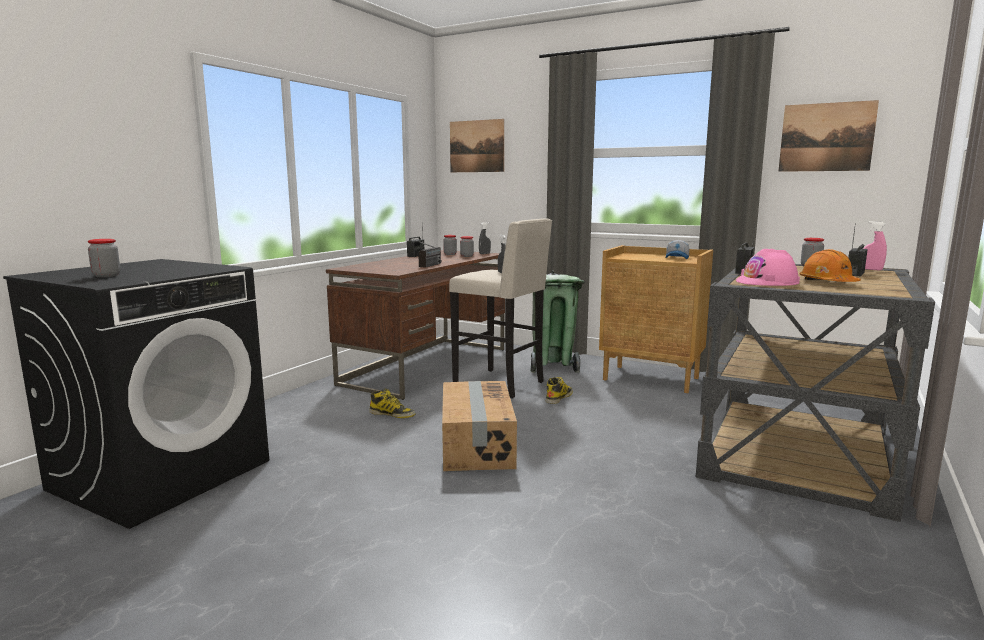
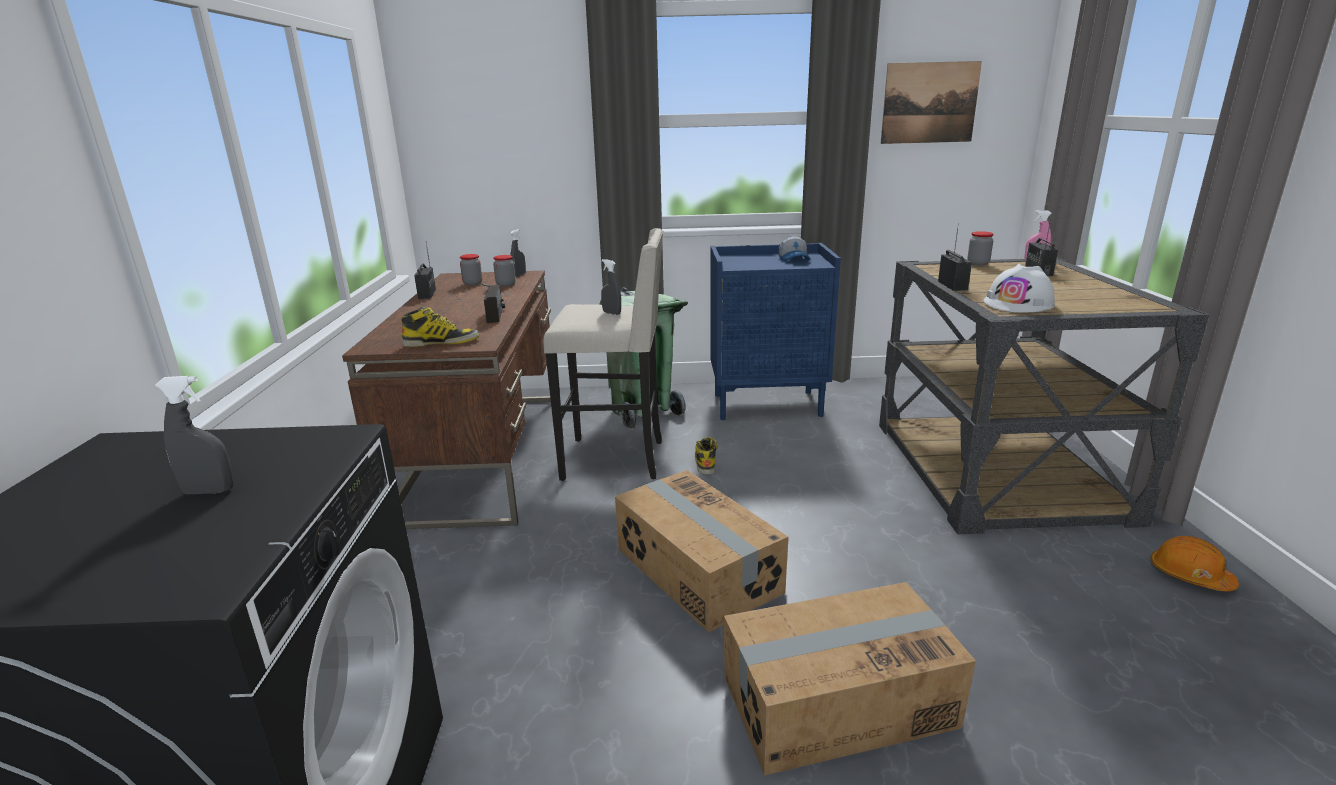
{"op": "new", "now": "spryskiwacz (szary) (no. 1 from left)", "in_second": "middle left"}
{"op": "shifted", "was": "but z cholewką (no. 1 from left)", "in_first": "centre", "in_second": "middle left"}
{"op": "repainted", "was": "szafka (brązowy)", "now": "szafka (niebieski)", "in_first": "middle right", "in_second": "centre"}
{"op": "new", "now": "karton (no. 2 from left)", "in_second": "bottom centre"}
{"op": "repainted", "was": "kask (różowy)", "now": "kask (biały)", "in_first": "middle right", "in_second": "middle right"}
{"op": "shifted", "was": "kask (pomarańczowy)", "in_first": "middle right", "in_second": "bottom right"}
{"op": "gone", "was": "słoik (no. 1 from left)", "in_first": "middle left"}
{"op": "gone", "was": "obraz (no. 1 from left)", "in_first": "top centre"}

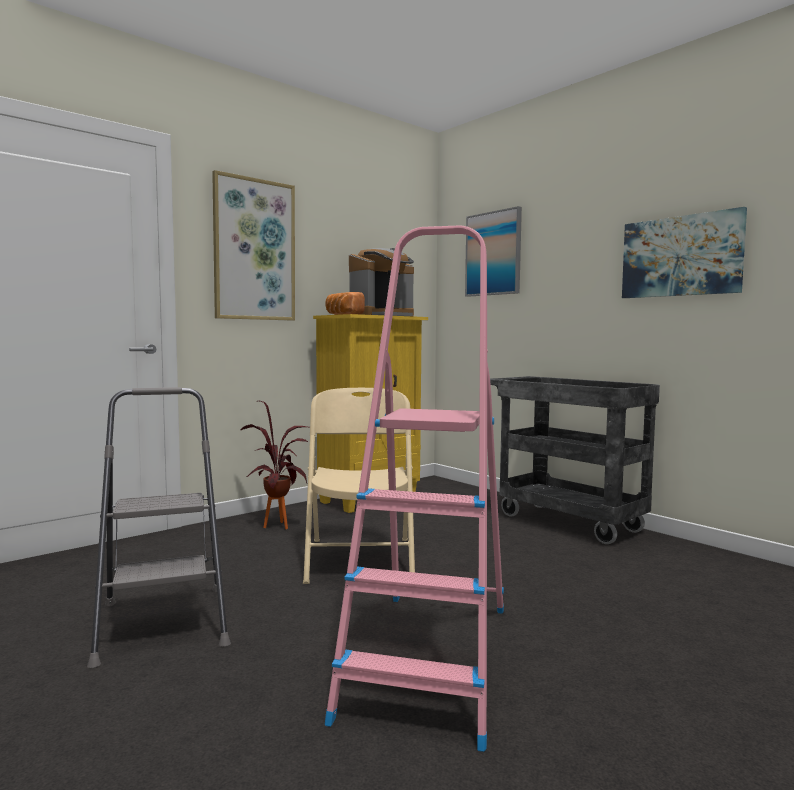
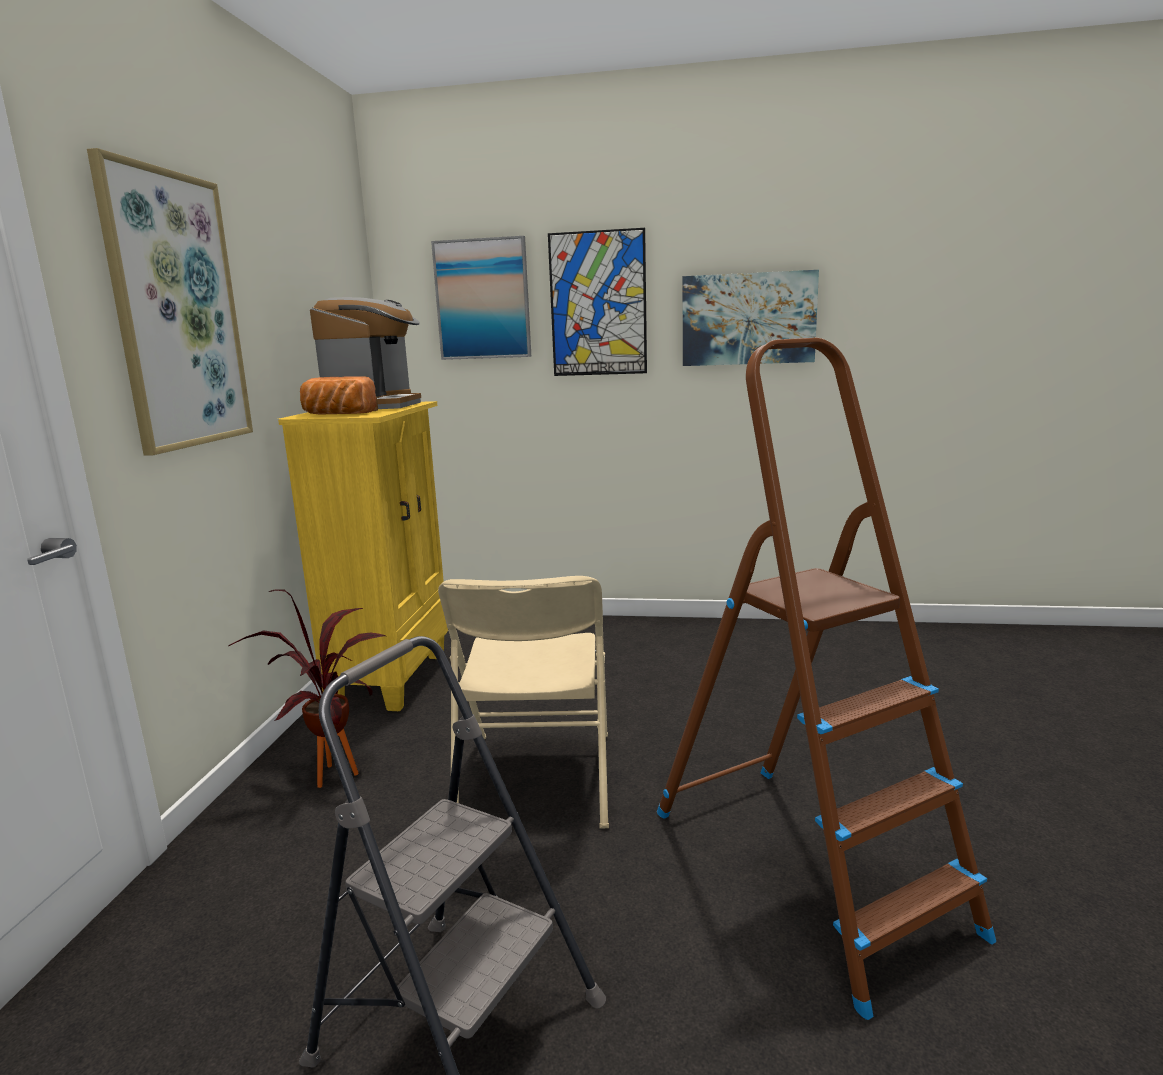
{"op": "rotated", "was": "krzesło (beżowy)", "in_first": "centre", "in_second": "centre", "clockwise": -135}
{"op": "new", "now": "obraz (no. 3 from left)", "in_second": "top centre"}
{"op": "repainted", "was": "drabinka (różowy)", "now": "drabinka (brązowy)", "in_first": "centre", "in_second": "middle right"}
{"op": "gone", "was": "wózek (czarny)", "in_first": "middle right"}

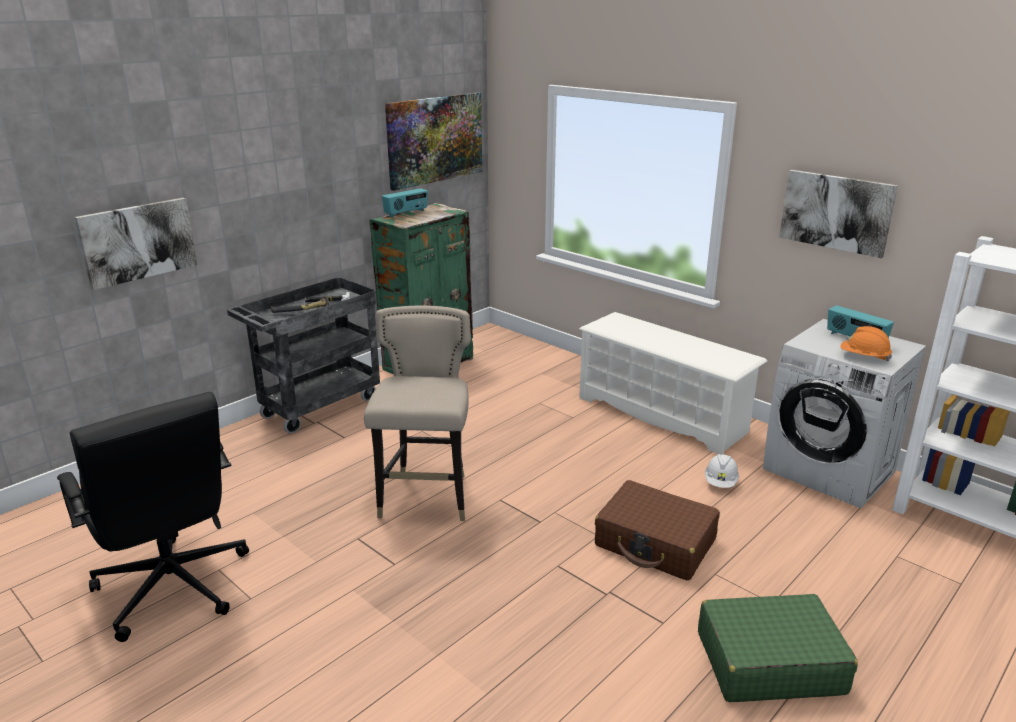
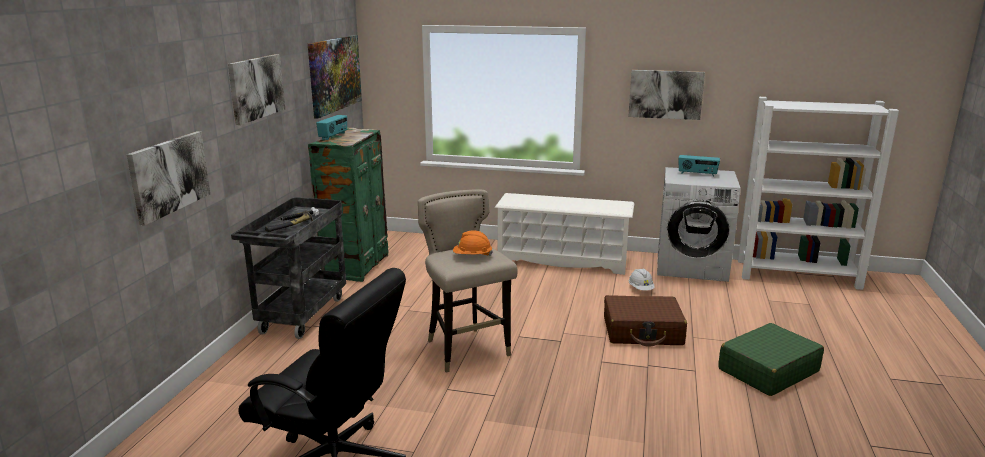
{"op": "new", "now": "obraz (no. 2 from left)", "in_second": "top left"}
{"op": "shifted", "was": "kask (pomarańczowy)", "in_first": "middle right", "in_second": "centre"}

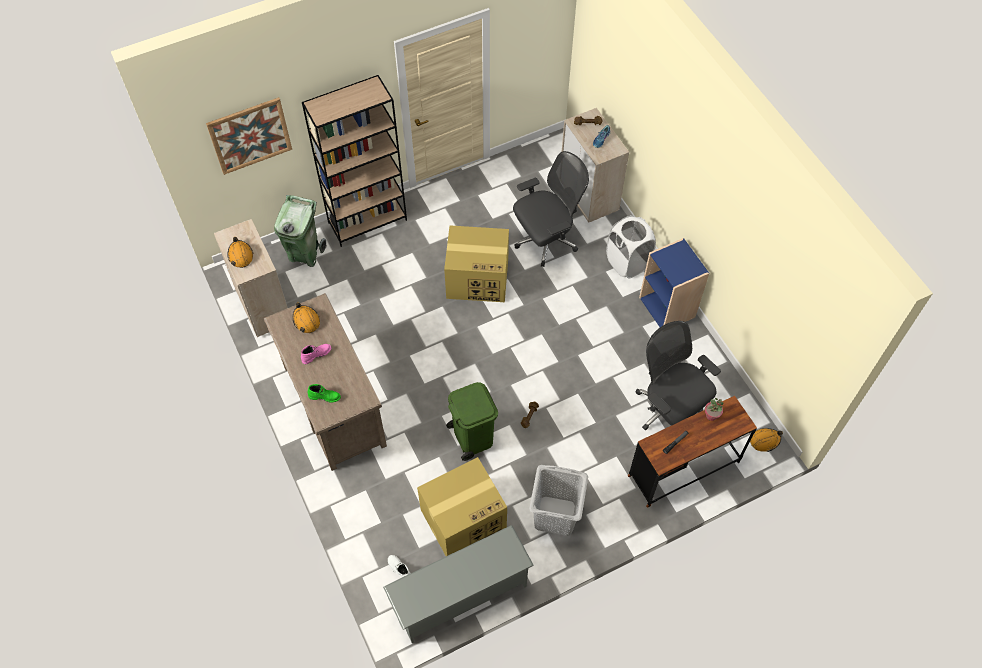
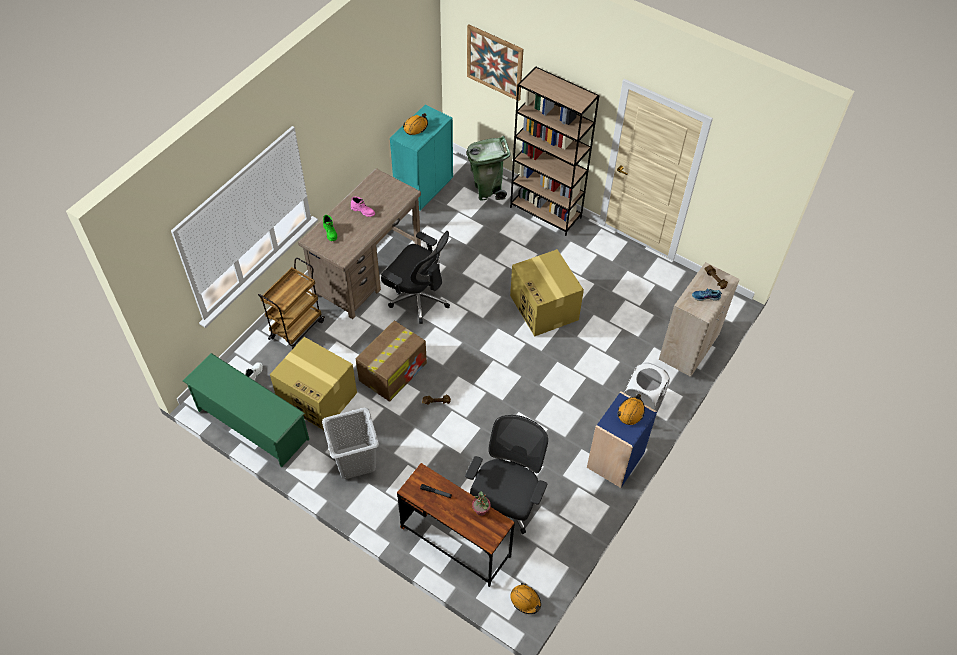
{"op": "repainted", "was": "regał na buty (szary)", "now": "regał na buty (zielony)", "in_first": "bottom centre", "in_second": "middle left"}
{"op": "new", "now": "wózek (brązowy)", "in_second": "middle left"}
{"op": "swapped", "was": "kosz na śmieci (zielony) (no. 2 from left)", "now": "karton (no. 2 from left)", "in_first": "centre", "in_second": "centre"}
{"op": "shifted", "was": "krzesło biurowe (no. 1 from left)", "in_first": "top centre", "in_second": "centre"}
{"op": "repainted", "was": "szafka (beżowy) (no. 1 from left)", "now": "szafka (turkusowy)", "in_first": "middle left", "in_second": "top centre"}
{"op": "shifted", "was": "kask (pomarańczowy) (no. 2 from left in the first image)", "now": "kask (pomarańczowy) (no. 3 from left)", "in_first": "middle left", "in_second": "centre"}

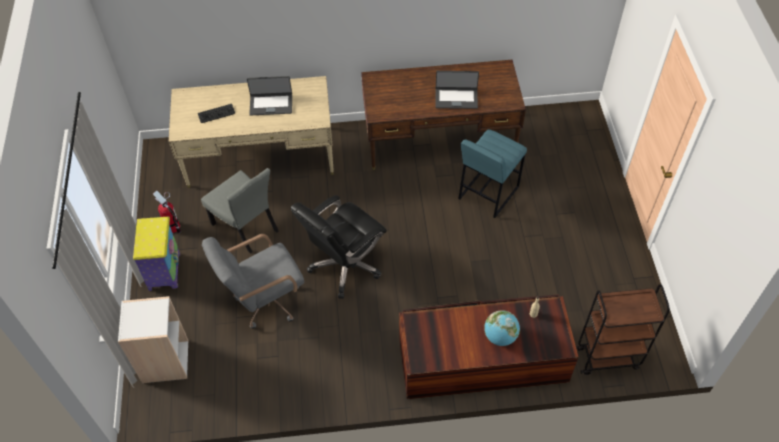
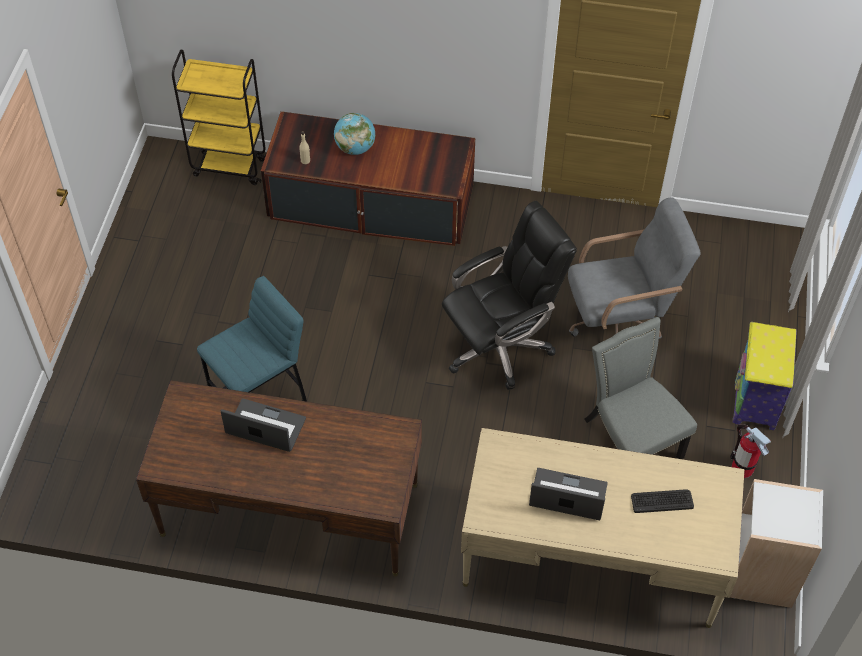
{"op": "repainted", "was": "wózek (brązowy)", "now": "wózek (żółty)", "in_first": "bottom right", "in_second": "top left"}
{"op": "shifted", "was": "regał", "in_first": "bottom left", "in_second": "bottom right"}

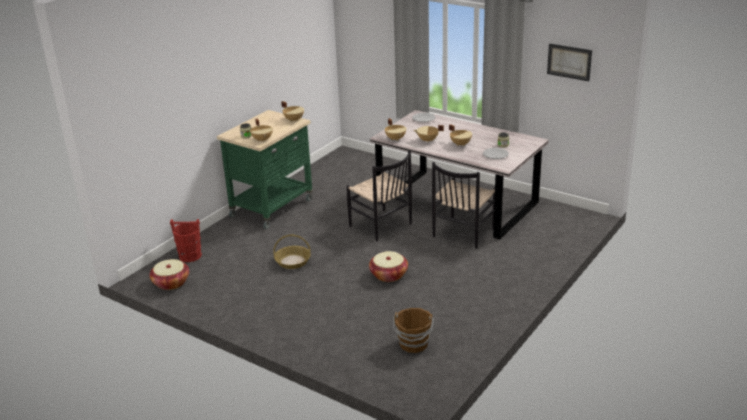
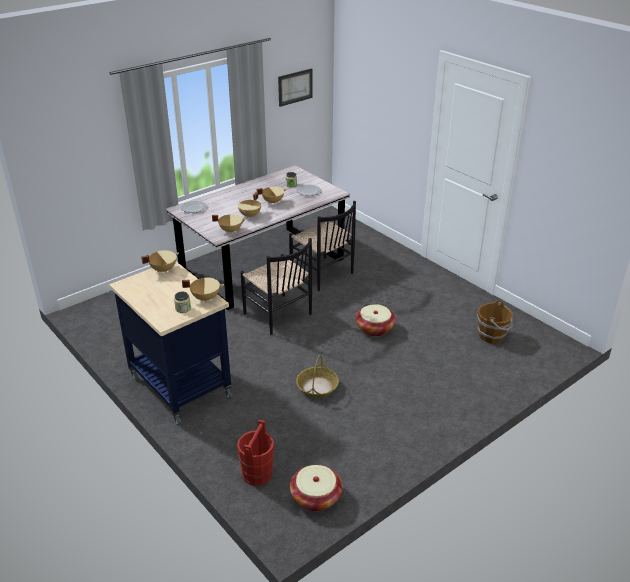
{"op": "repainted", "was": "wózek (zielony)", "now": "wózek (niebieski)", "in_first": "centre", "in_second": "middle left"}
{"op": "rotated", "was": "krzesło (czarny) (no. 1 from left)", "in_first": "centre", "in_second": "centre", "clockwise": 75}

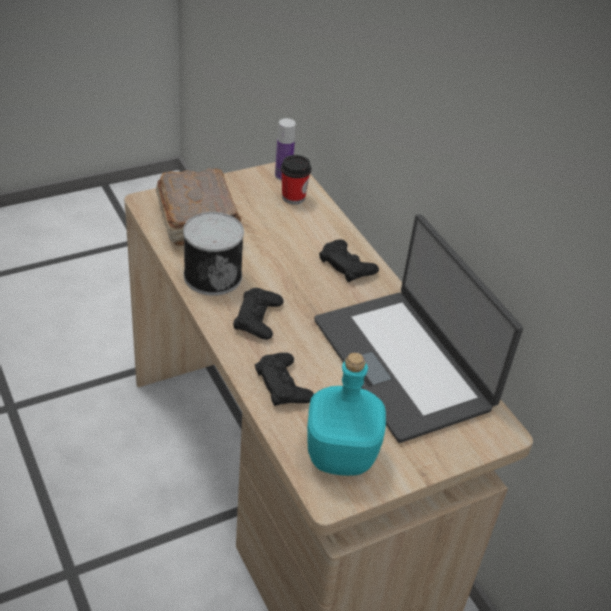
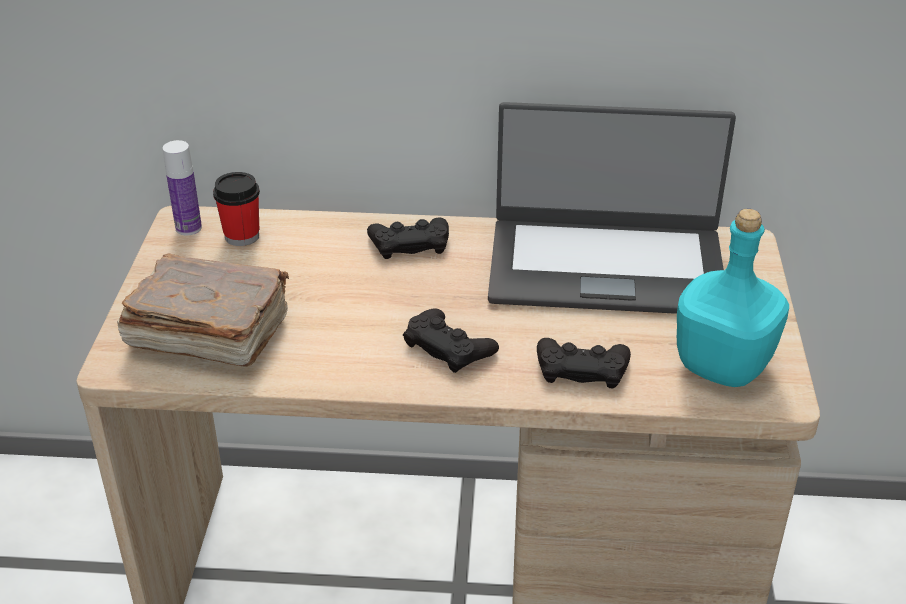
{"op": "gone", "was": "puszka", "in_first": "centre"}

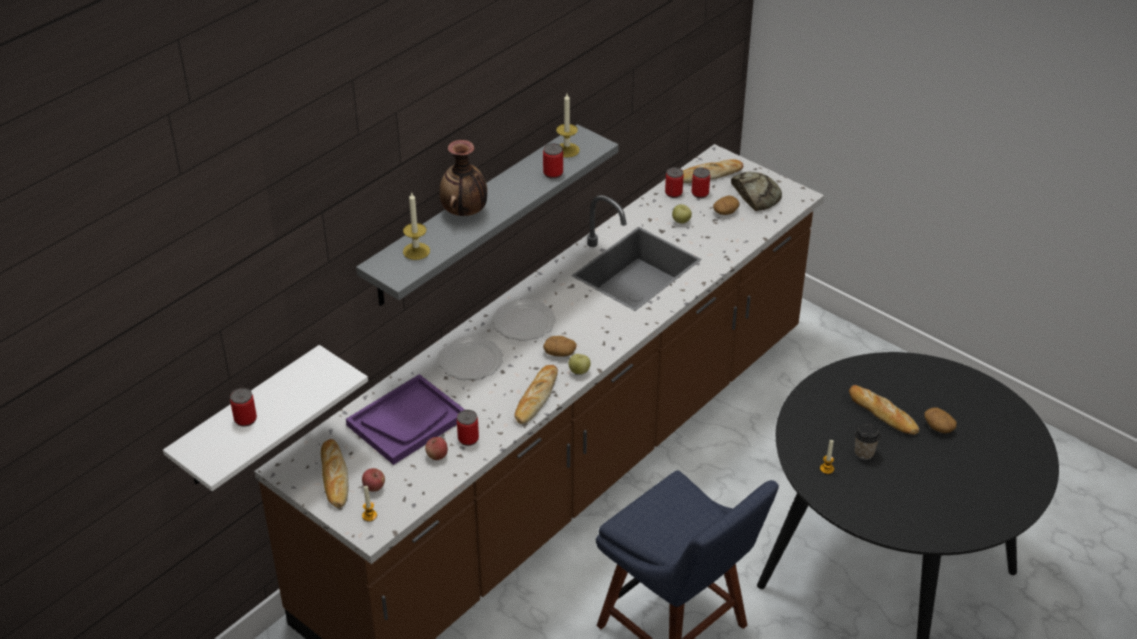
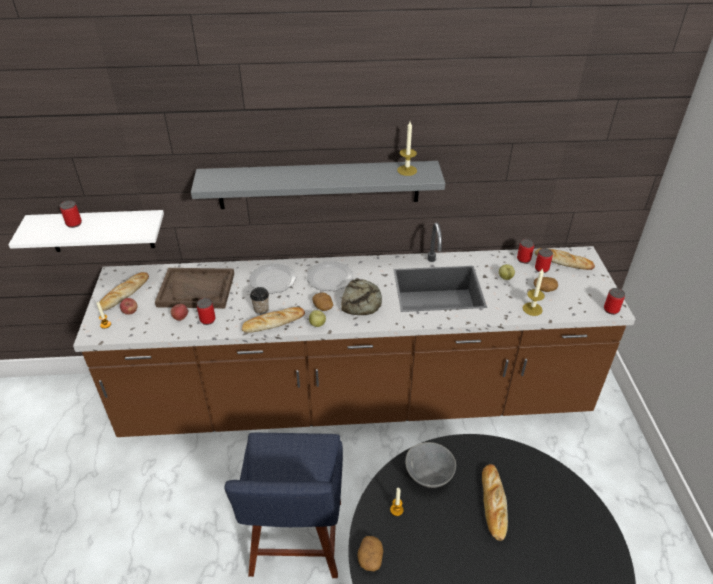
{"op": "repainted", "was": "taca (fioletowy)", "now": "taca (brązowy)", "in_first": "centre", "in_second": "middle left"}
{"op": "shifted", "was": "filiżanka", "in_first": "bottom right", "in_second": "centre"}
{"op": "shifted", "was": "chleb (no. 4 from left in the first image)", "now": "chleb (no. 3 from left)", "in_first": "top centre", "in_second": "centre"}
{"op": "shifted", "was": "ziemniak (no. 3 from left in the first image)", "now": "ziemniak (no. 2 from left)", "in_first": "middle right", "in_second": "bottom centre"}
{"op": "new", "now": "miska (szary)", "in_second": "bottom centre"}
{"op": "shifted", "was": "świeca (no. 2 from left in the first image)", "now": "świeca (no. 4 from left)", "in_first": "centre", "in_second": "middle right"}
{"op": "shifted", "was": "puszka (no. 3 from left in the first image)", "now": "puszka (no. 5 from left)", "in_first": "top centre", "in_second": "middle right"}
{"op": "gone", "was": "wazon", "in_first": "top centre"}

